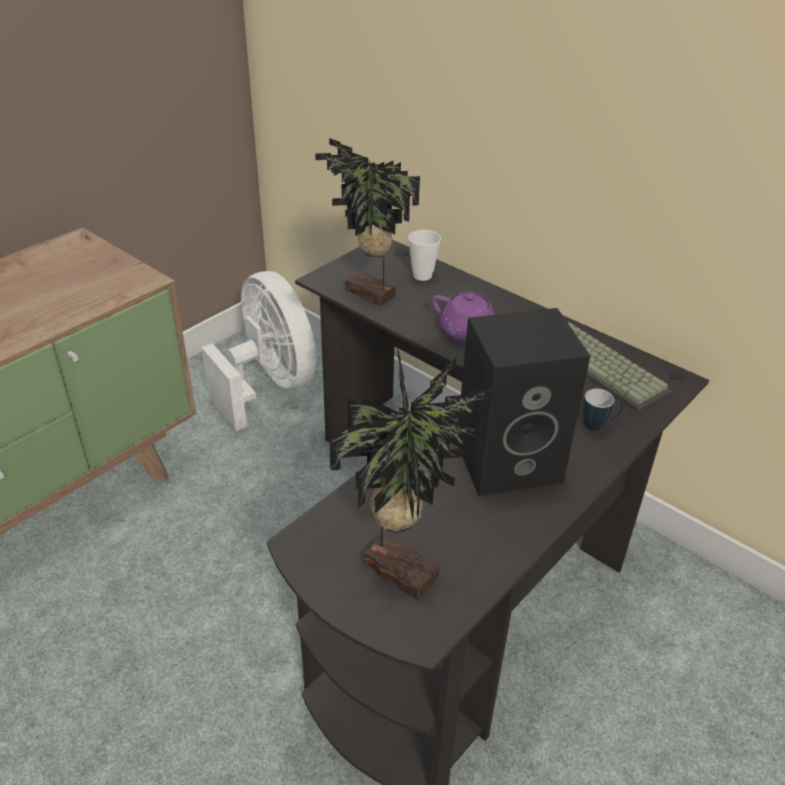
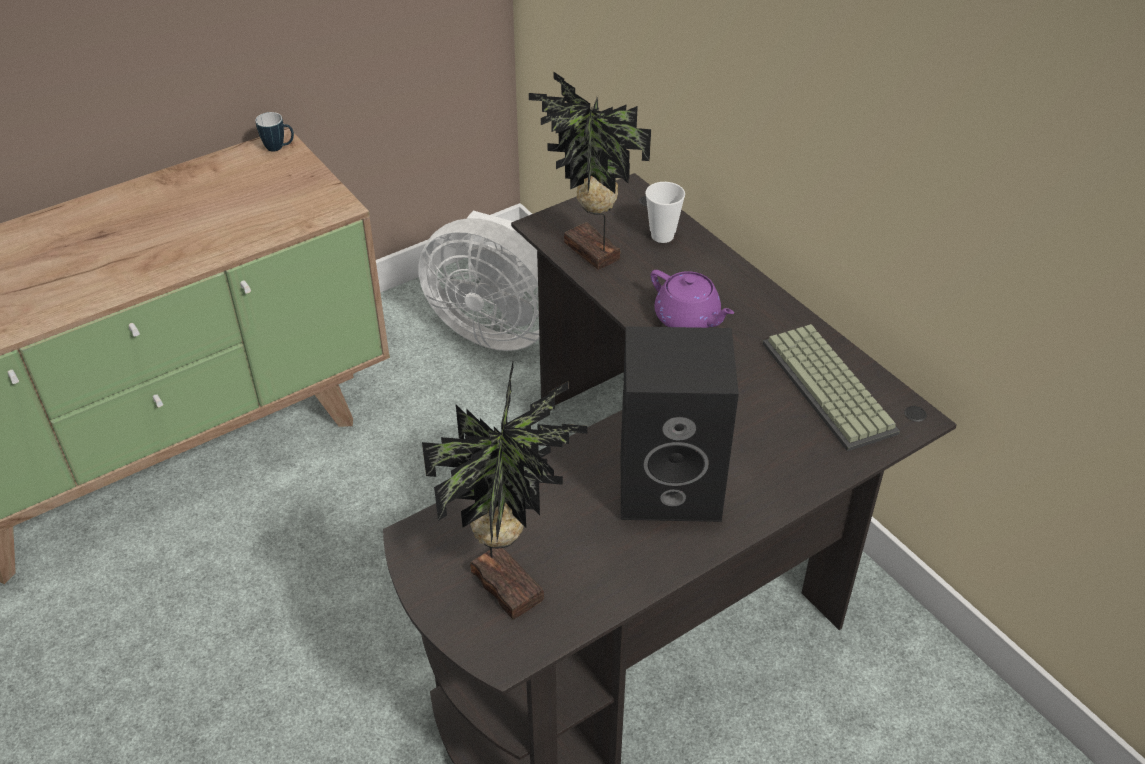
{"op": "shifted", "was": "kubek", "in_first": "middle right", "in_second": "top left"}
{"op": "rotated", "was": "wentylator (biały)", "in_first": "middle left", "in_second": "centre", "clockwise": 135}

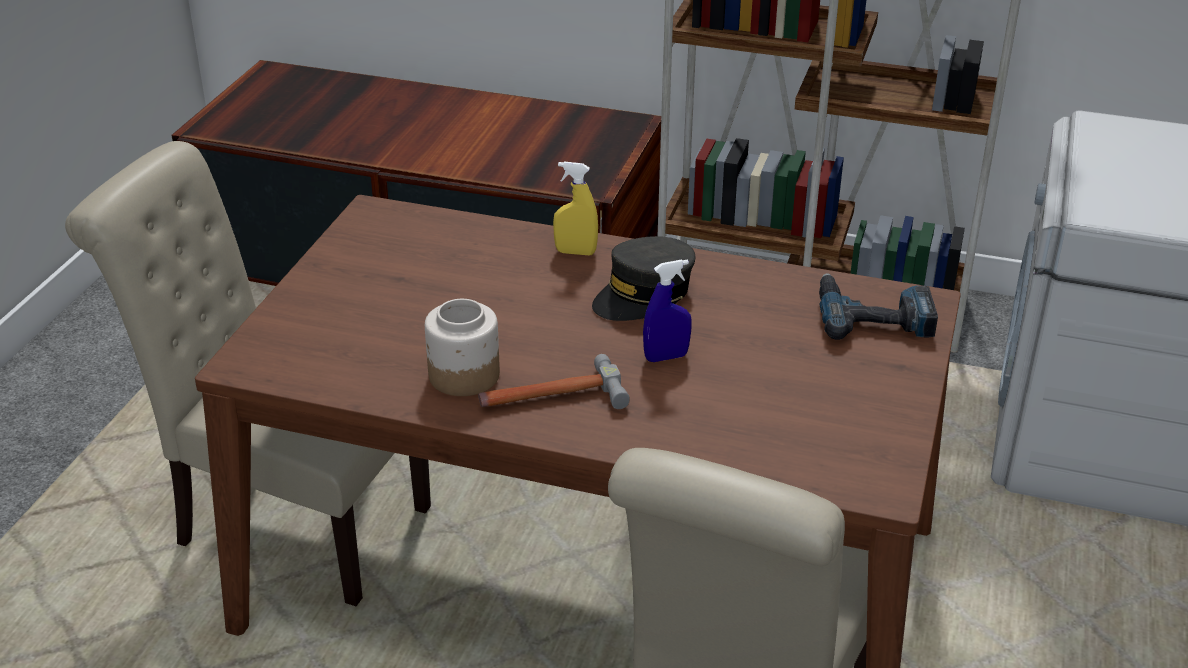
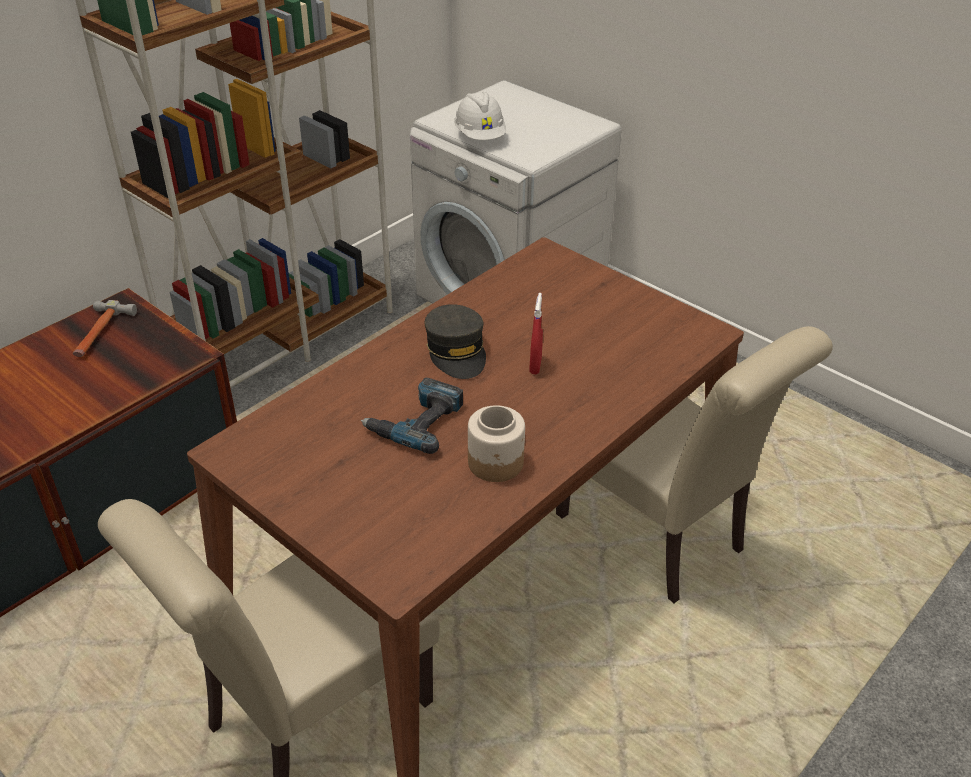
{"op": "shifted", "was": "młotek", "in_first": "centre", "in_second": "middle left"}
{"op": "shifted", "was": "wiertarka", "in_first": "middle right", "in_second": "centre"}
{"op": "new", "now": "kask (biały)", "in_second": "top centre"}
{"op": "repainted", "was": "spryskiwacz (niebieski)", "now": "spryskiwacz (czerwony)", "in_first": "centre", "in_second": "centre"}
{"op": "gone", "was": "spryskiwacz (żółty)", "in_first": "top centre"}

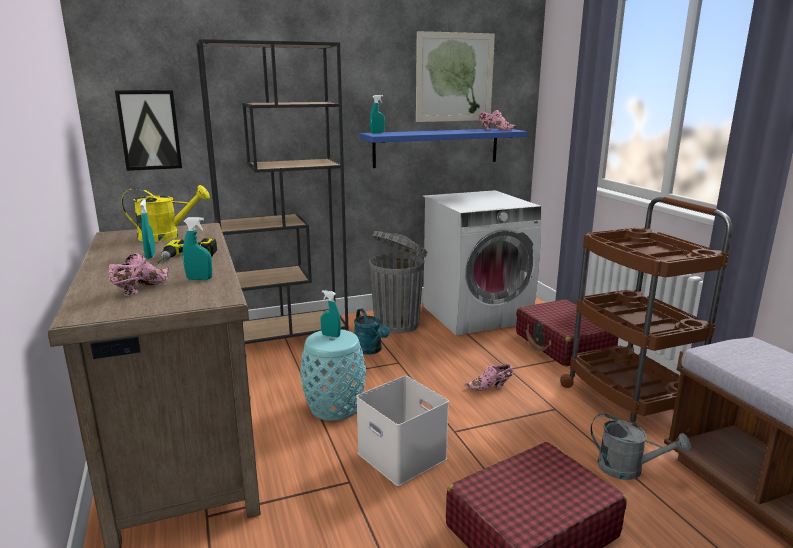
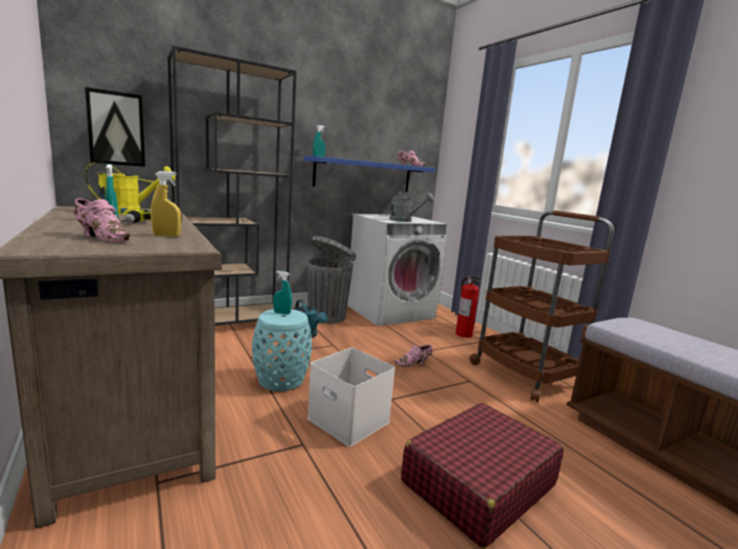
{"op": "rotated", "was": "but (różowy) (no. 1 from left)", "in_first": "middle left", "in_second": "middle left", "clockwise": 105}
{"op": "repainted", "was": "spryskiwacz (turkusowy) (no. 2 from left)", "now": "spryskiwacz (żółty)", "in_first": "middle left", "in_second": "middle left"}
{"op": "shifted", "was": "konewka (szary)", "in_first": "bottom right", "in_second": "centre"}
{"op": "swapped", "was": "walizka (czerwony) (no. 2 from left)", "now": "gaśnica", "in_first": "middle right", "in_second": "centre"}
{"op": "gone", "was": "obraz (no. 2 from left)", "in_first": "top centre"}

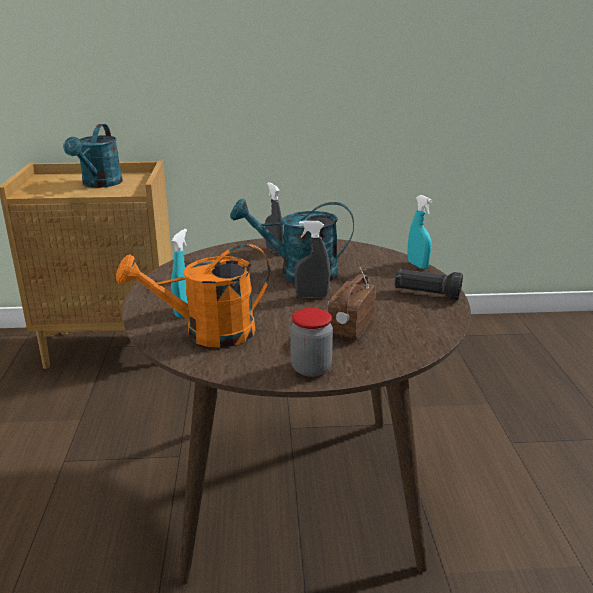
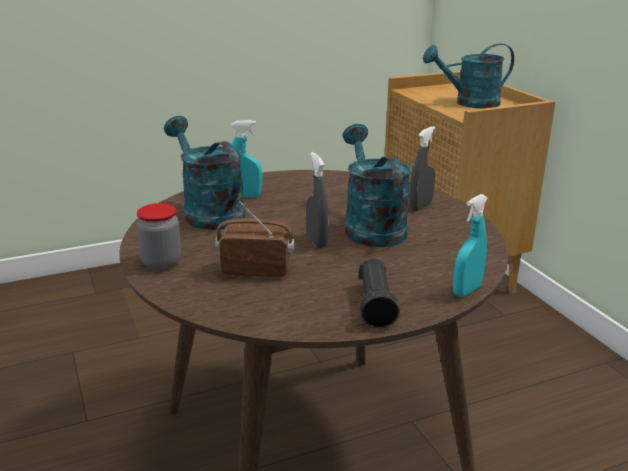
{"op": "repainted", "was": "konewka (pomarańczowy)", "now": "konewka (turkusowy) (no. 1 from left)", "in_first": "middle left", "in_second": "middle left"}

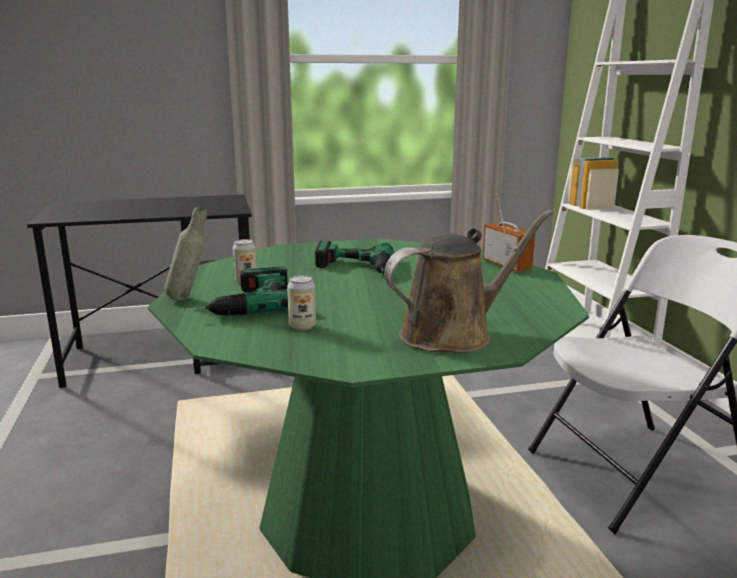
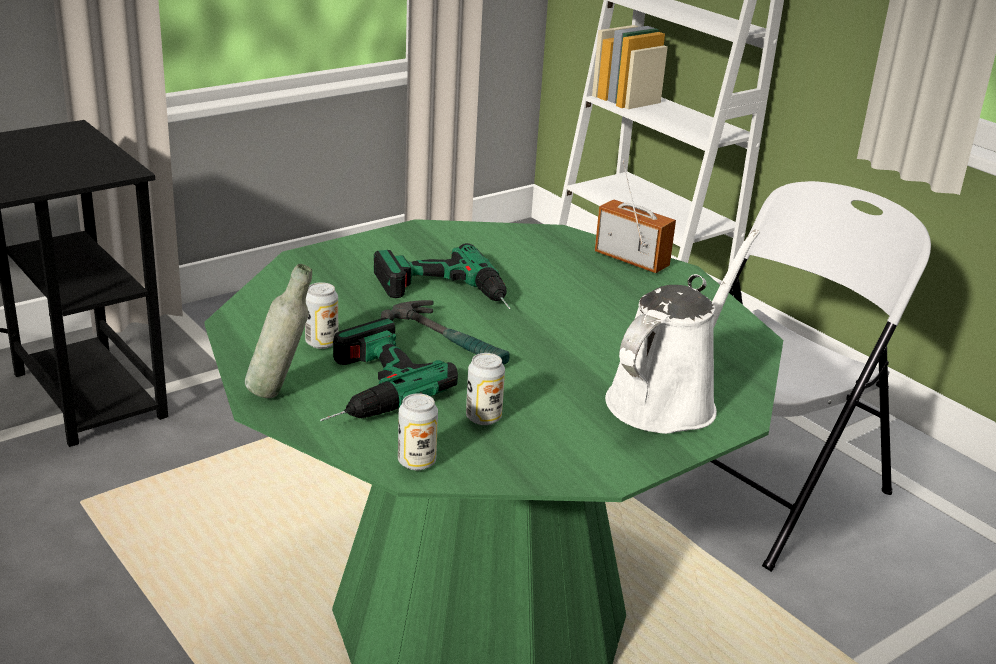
{"op": "new", "now": "młotek", "in_second": "centre"}
{"op": "new", "now": "puszka (no. 2 from left)", "in_second": "centre"}
{"op": "repainted", "was": "konewka (brązowy)", "now": "konewka (biały)", "in_first": "centre", "in_second": "middle right"}

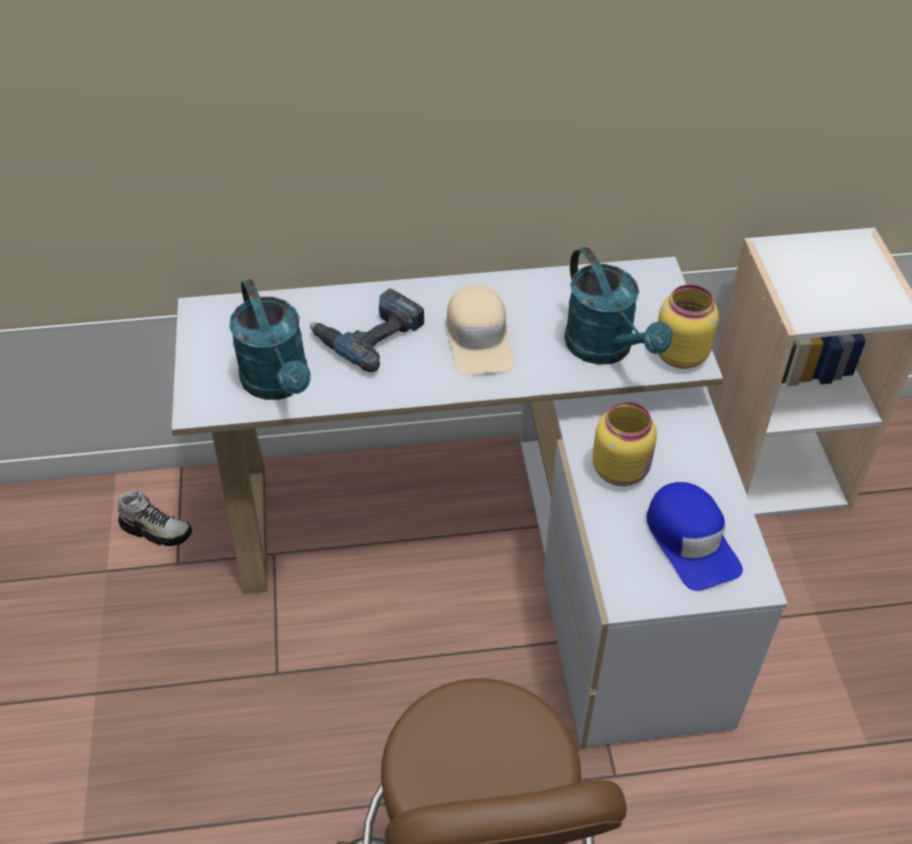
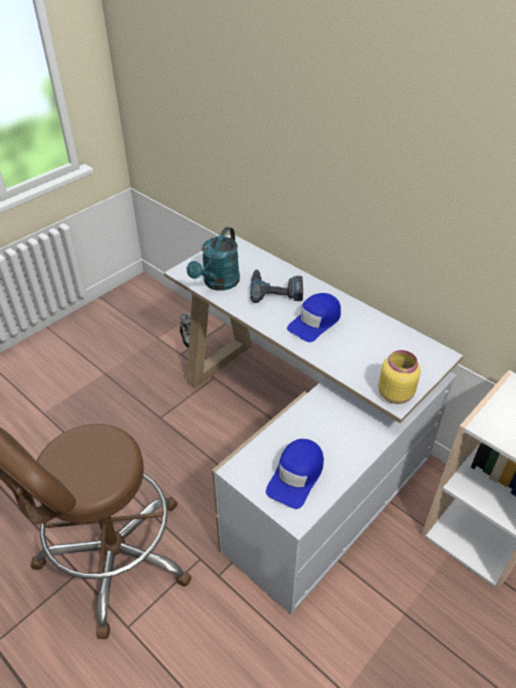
{"op": "repainted", "was": "czapka z daszkiem (beżowy)", "now": "czapka z daszkiem (niebieski) (no. 2 from left)", "in_first": "centre", "in_second": "centre"}
{"op": "gone", "was": "konewka (turkusowy) (no. 2 from left)", "in_first": "middle right"}
{"op": "gone", "was": "słoik (żółty) (no. 1 from left)", "in_first": "middle right"}

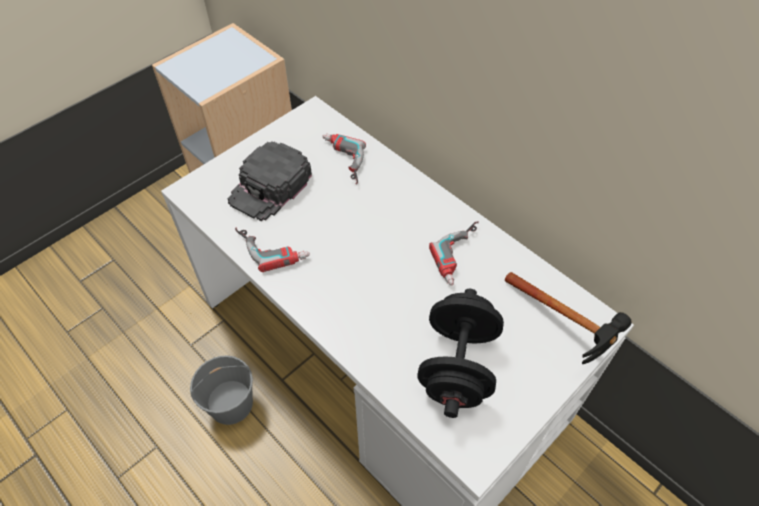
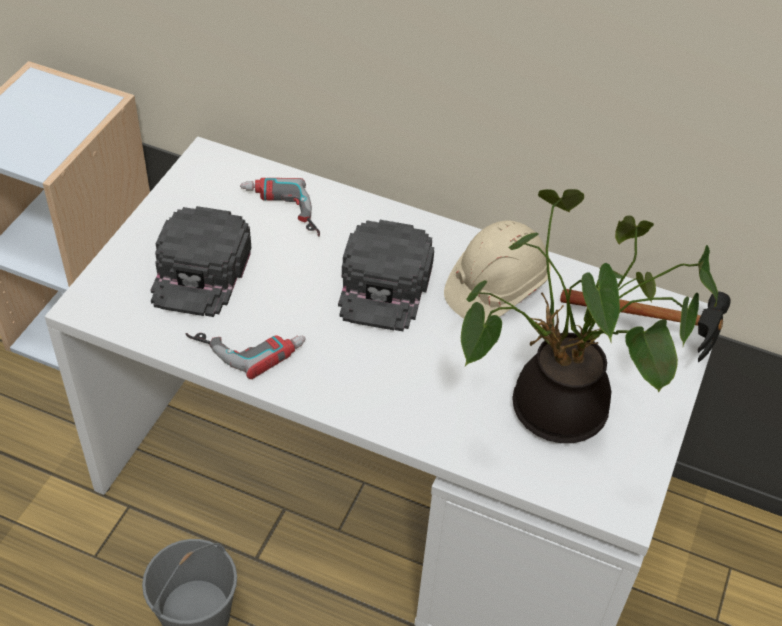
{"op": "new", "now": "czapka z daszkiem (czarny) (no. 2 from left)", "in_second": "centre"}
{"op": "swapped", "was": "wiertarka (no. 3 from left)", "now": "kask (beżowy)", "in_first": "centre", "in_second": "centre"}
{"op": "swapped", "was": "hantel (czarny)", "now": "roślina doniczkowa", "in_first": "bottom centre", "in_second": "middle right"}

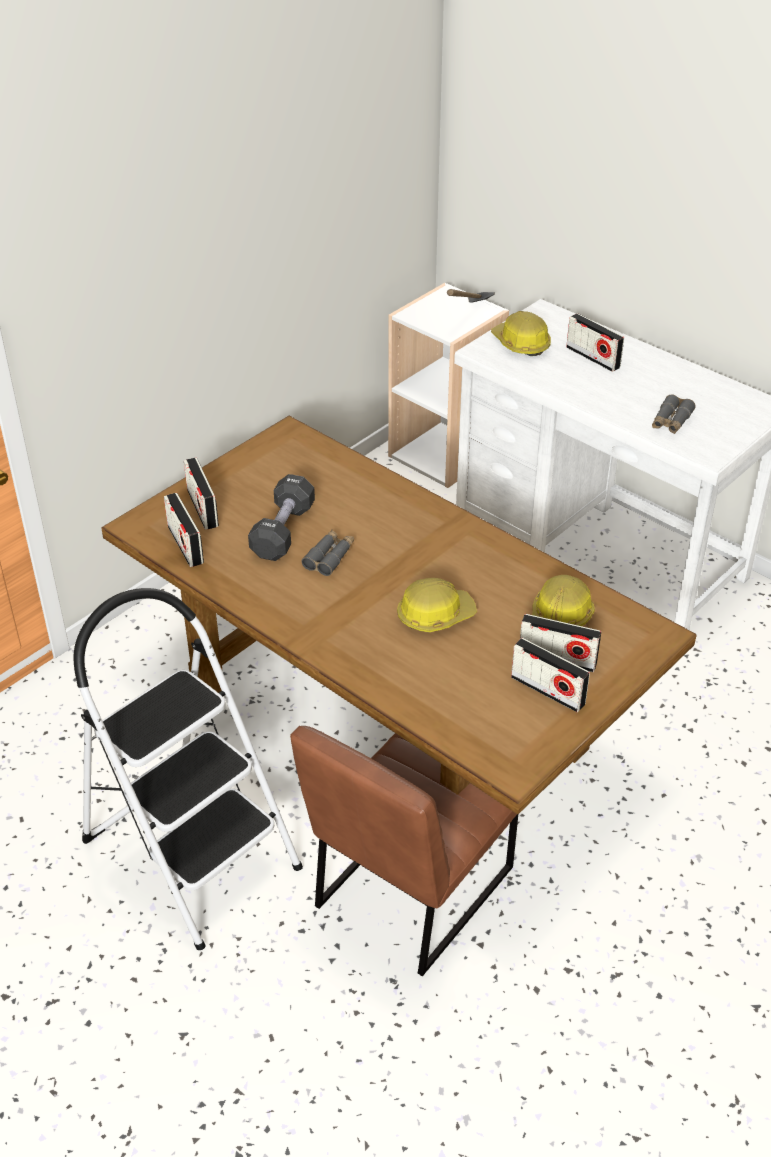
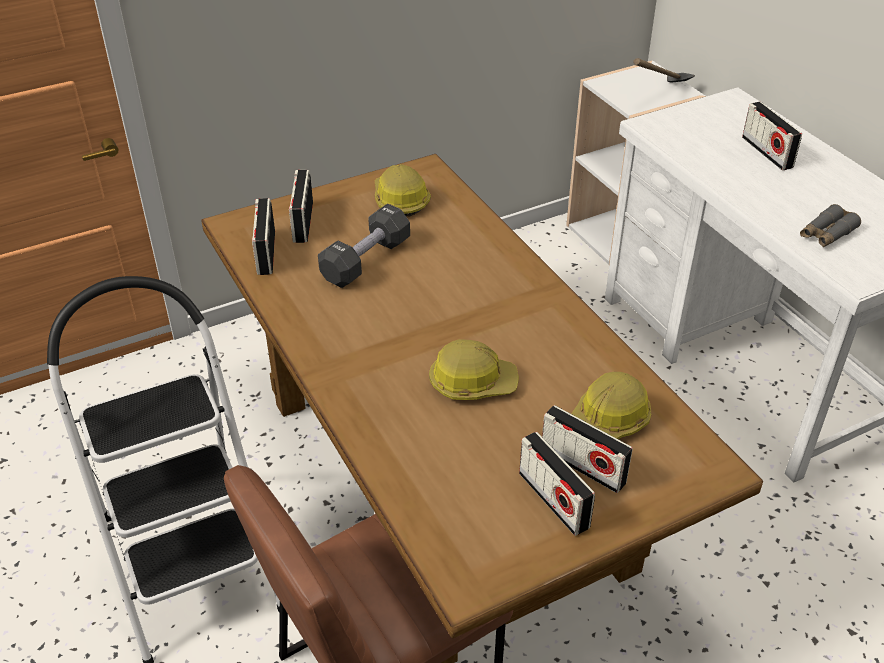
{"op": "shifted", "was": "kask (no. 2 from left in the first image)", "now": "kask (no. 1 from left)", "in_first": "top right", "in_second": "top centre"}
{"op": "gone", "was": "lornetka (szary) (no. 1 from left)", "in_first": "centre"}

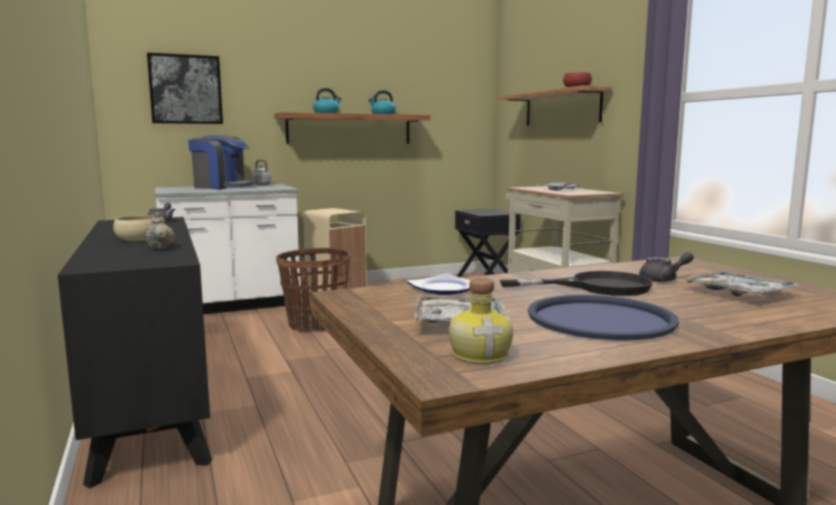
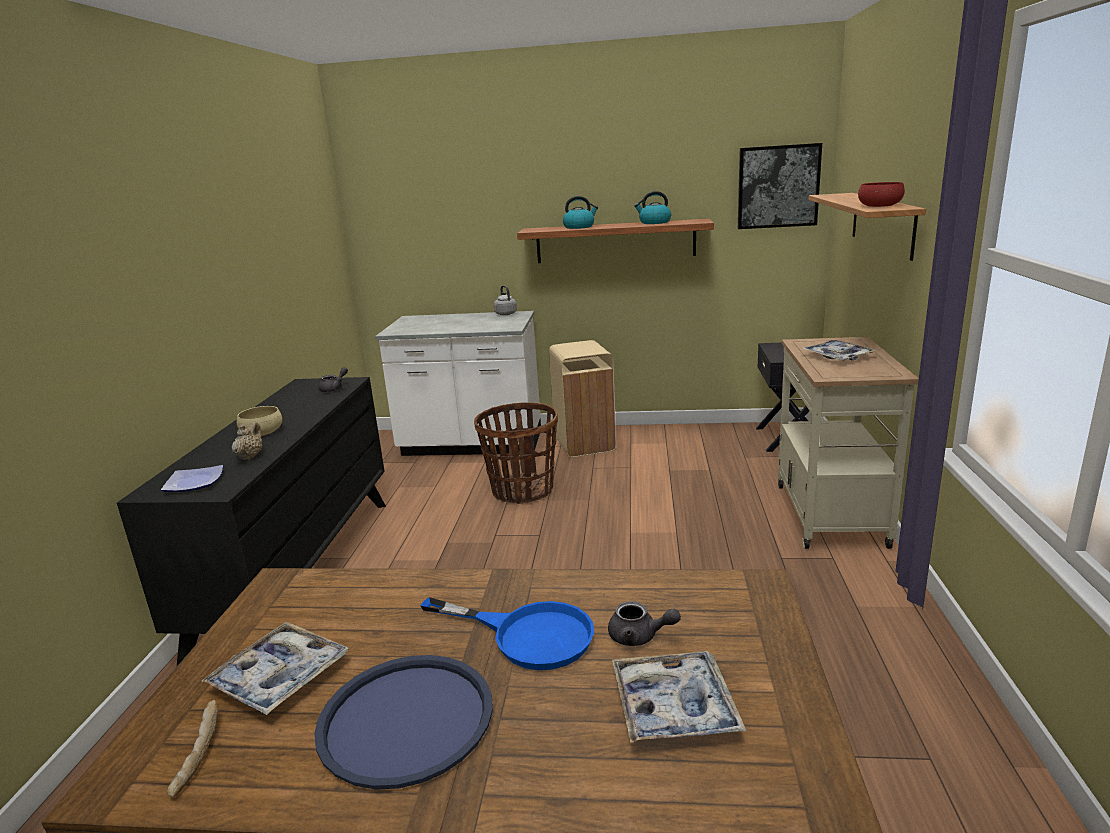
{"op": "shifted", "was": "talerz", "in_first": "centre", "in_second": "middle left"}
{"op": "swapped", "was": "butelka", "now": "chleb", "in_first": "centre", "in_second": "bottom left"}
{"op": "repainted", "was": "patelnia (czarny)", "now": "patelnia (niebieski)", "in_first": "middle right", "in_second": "bottom centre"}
{"op": "shifted", "was": "obraz", "in_first": "top left", "in_second": "top right"}
{"op": "gone", "was": "ekspres do kawy", "in_first": "top left"}

